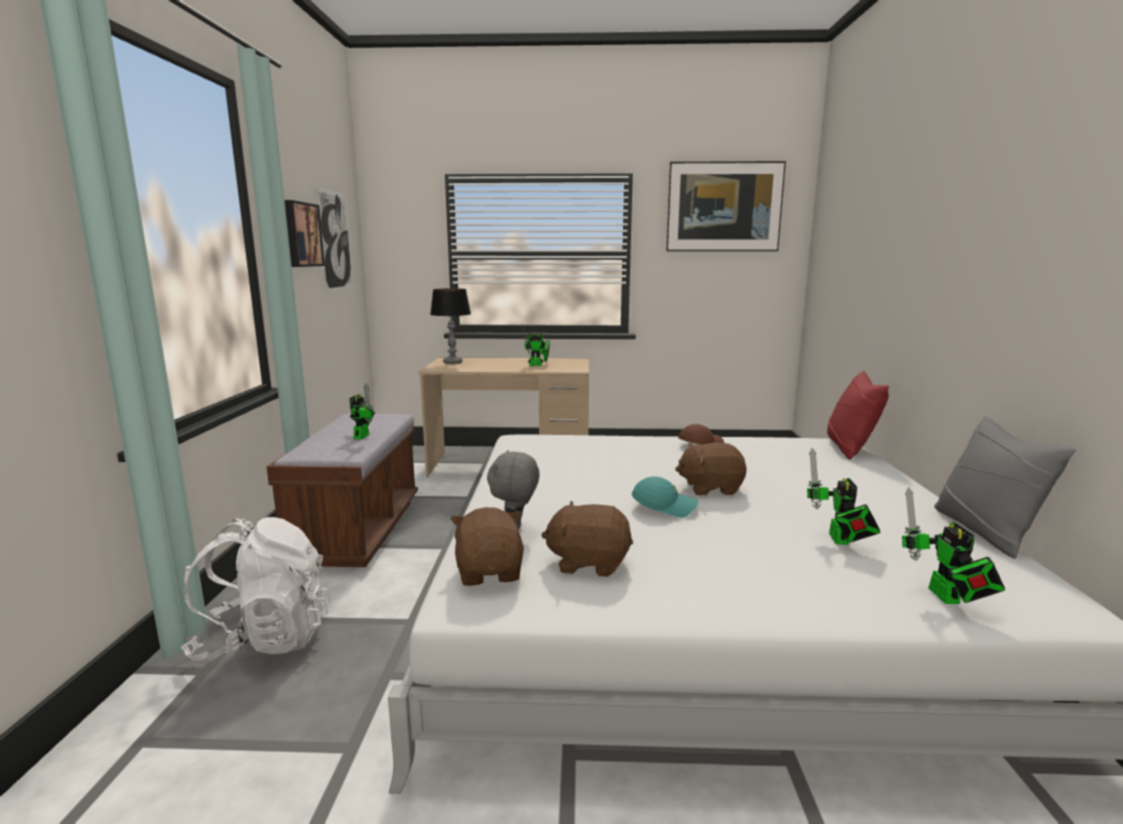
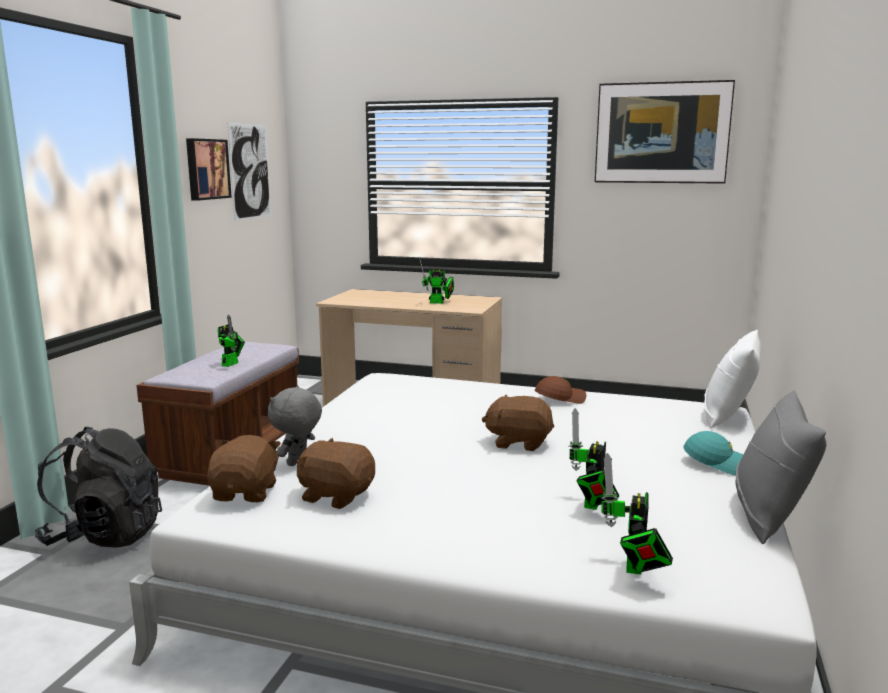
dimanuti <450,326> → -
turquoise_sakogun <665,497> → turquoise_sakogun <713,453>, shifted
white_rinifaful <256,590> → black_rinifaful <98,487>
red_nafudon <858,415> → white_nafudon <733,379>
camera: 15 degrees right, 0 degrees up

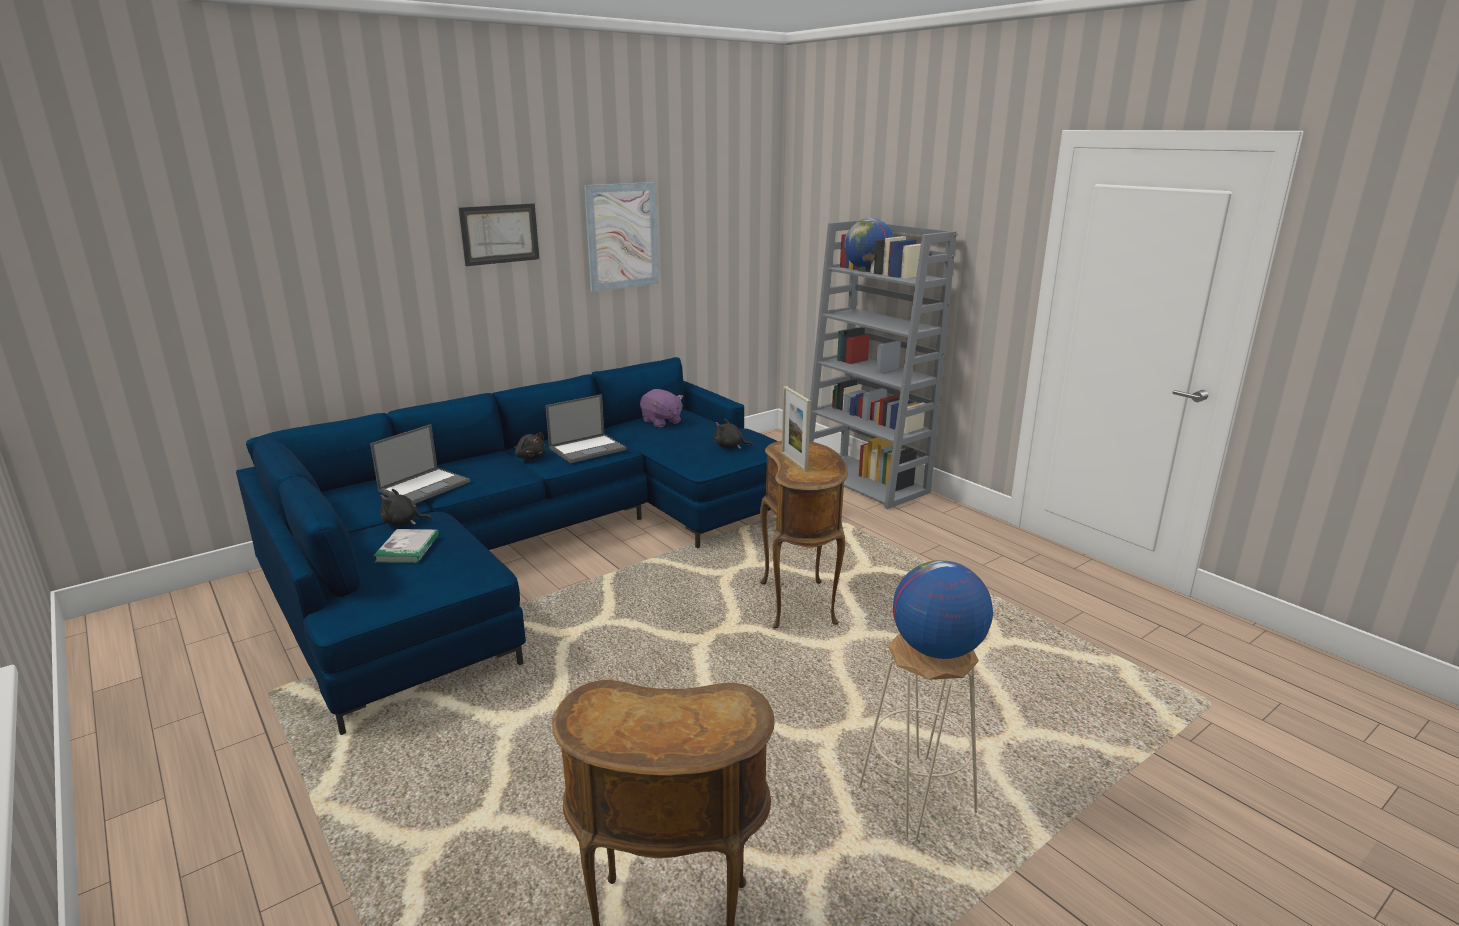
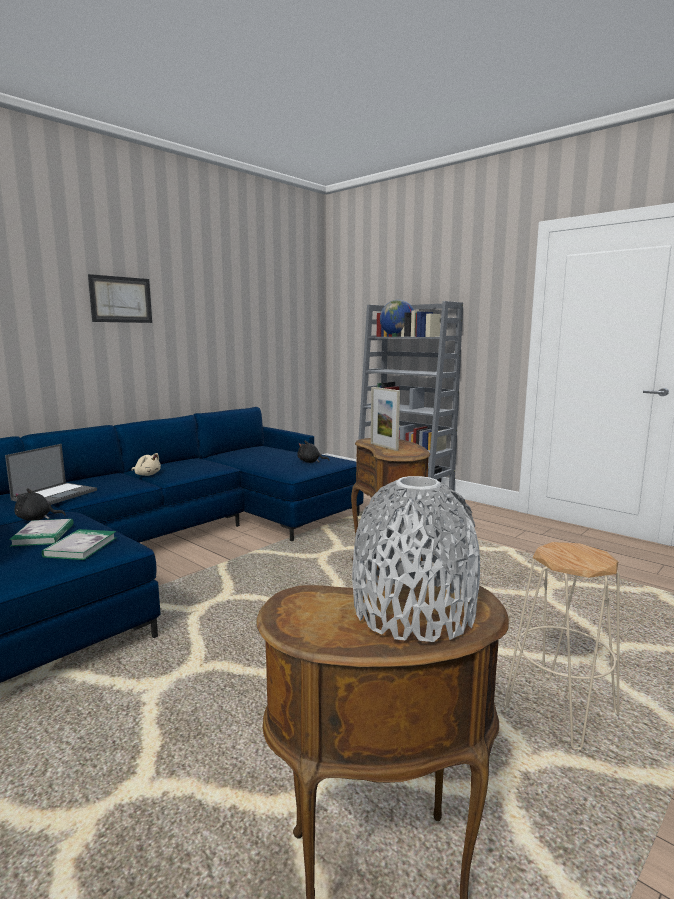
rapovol <586,428> → -
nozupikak <621,237> → -
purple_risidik <661,408> → -
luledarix <943,609> → -
- → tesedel <79,544>
- → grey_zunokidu <416,559>
black_risidik <529,445> → beige_risidik <146,464>
camera: 10 degrees left, 10 degrees down

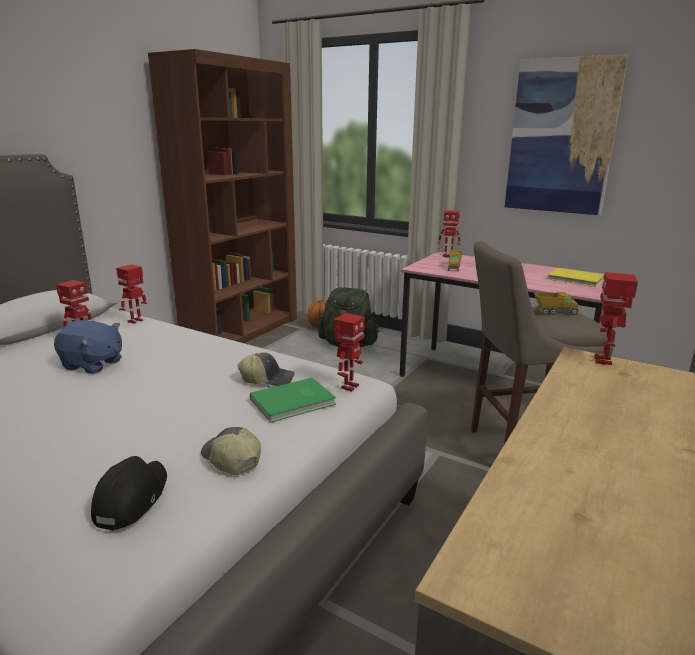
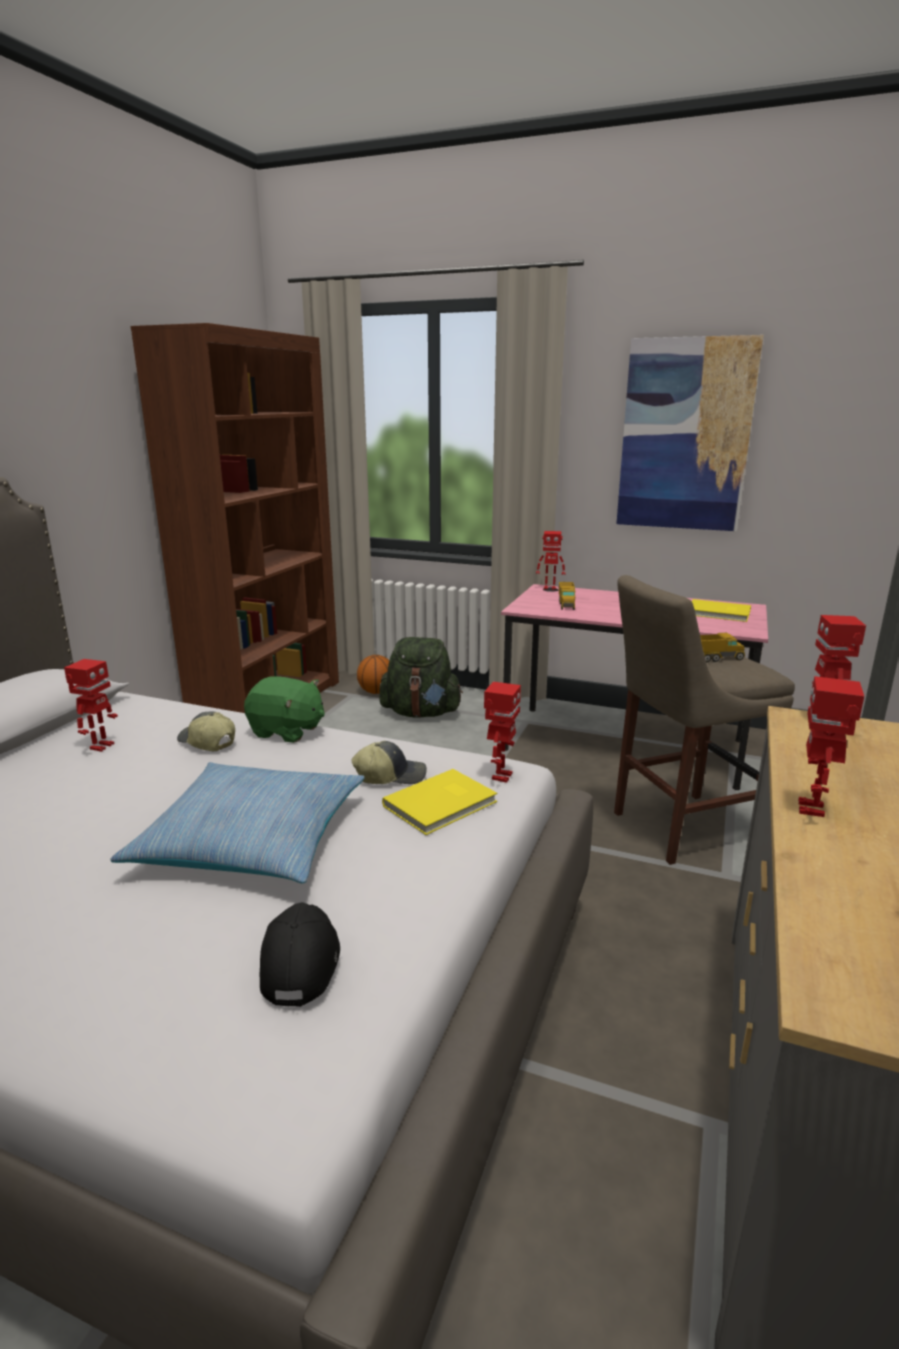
blue_risidik <88,347> → -
- → nafudon <237,822>
- → green_risidik <284,709>
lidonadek <131,294> → lidonadek <831,746>, shifted
sakogun <231,451> → sakogun <206,731>, shifted
green_tesedel <293,400> → yellow_tesedel <439,802>
camera: 10 degrees left, 0 degrees up

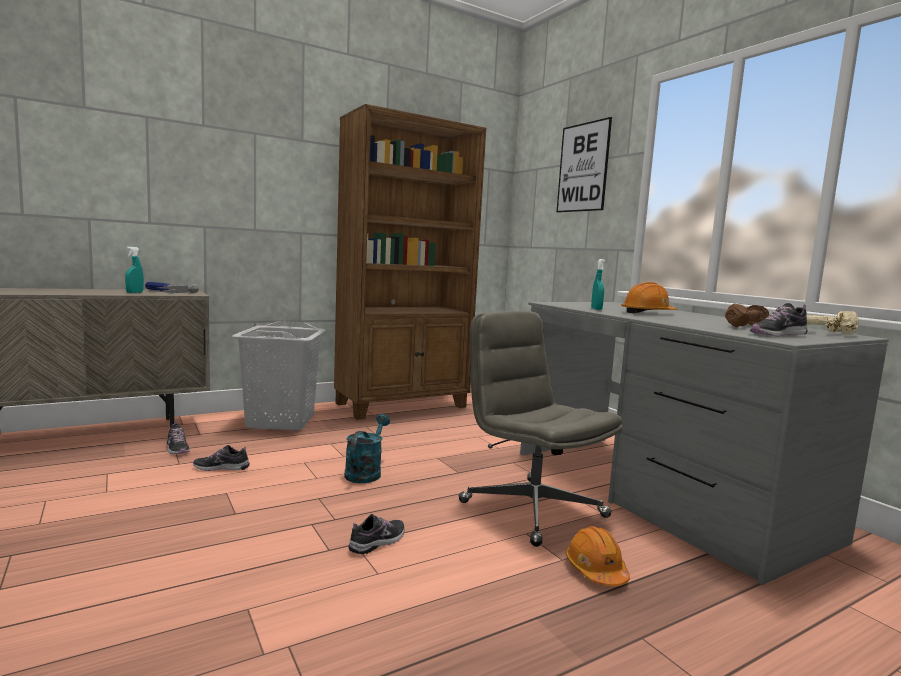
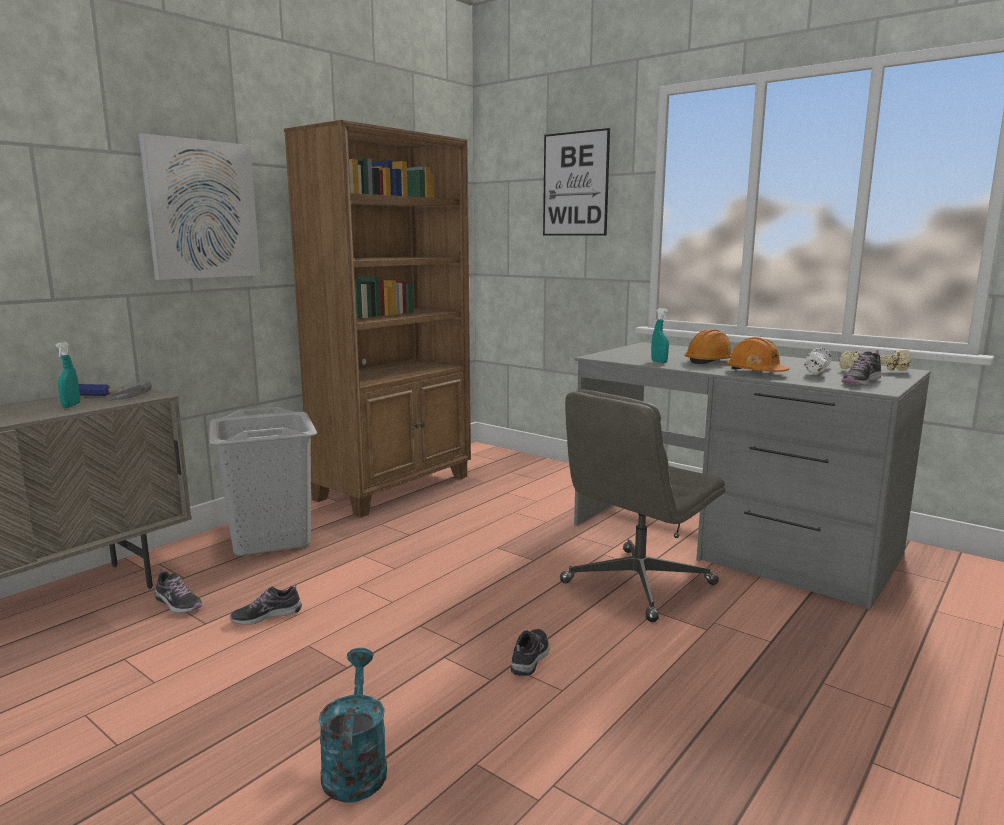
- → nozupikak <199,206>
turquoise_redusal <367,448> → turquoise_redusal <353,725>, shifted
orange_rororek <598,556> → orange_rororek <757,354>, shifted
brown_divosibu <747,315> → white_divosibu <818,361>
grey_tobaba <541,429> → grey_tobaba <643,506>, 75 degrees counterclockwise
camera: 20 degrees left, 5 degrees up

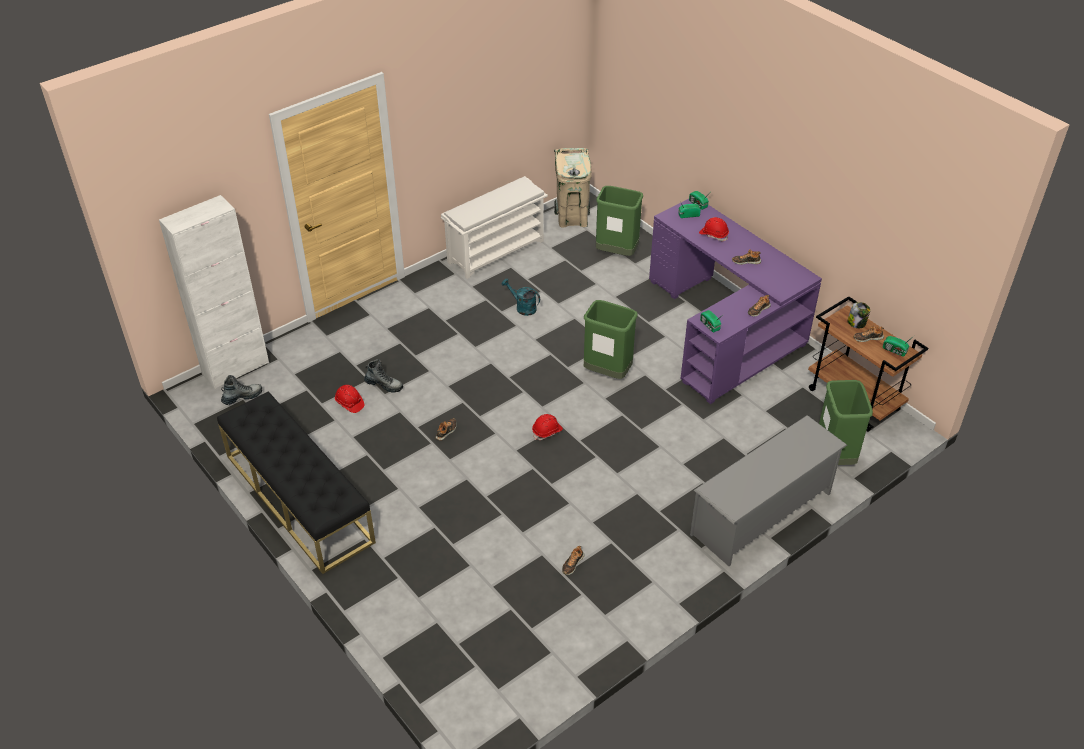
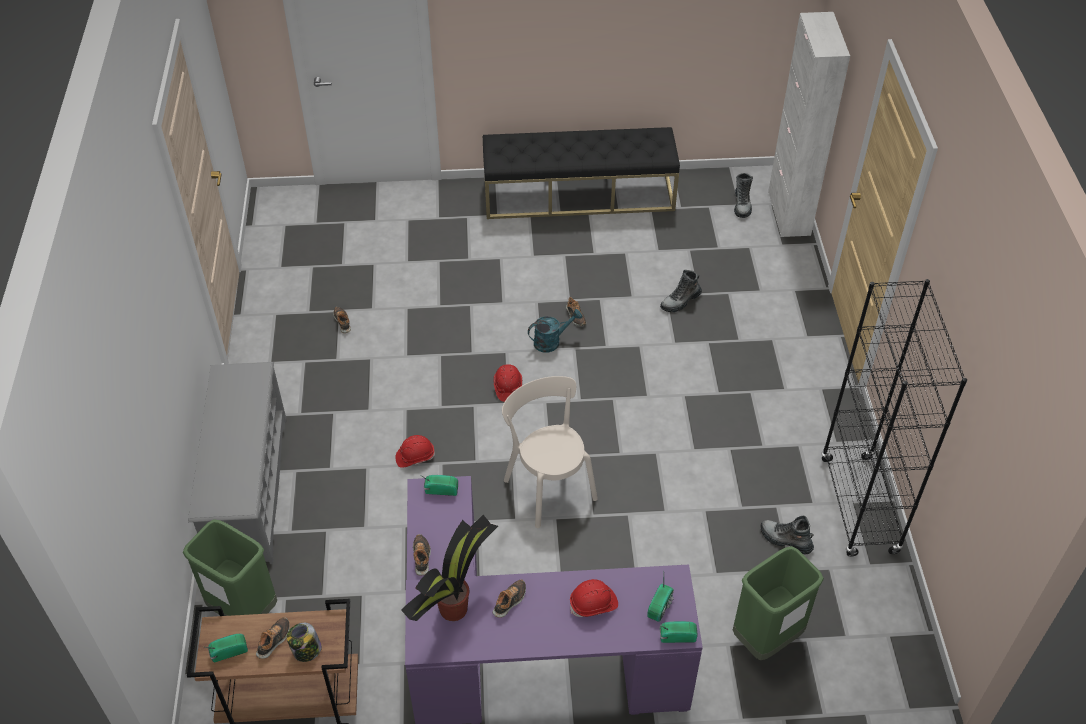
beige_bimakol <573,187> → -
- → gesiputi <449,568>
- → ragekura <787,535>
red_rororek <349,399> → red_rororek <415,451>, shifted
turquoise_redusal <521,297> → turquoise_redusal <555,330>, shifted
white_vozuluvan <494,227> → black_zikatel <894,418>
green_bimakol <611,339> → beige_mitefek <550,452>
camera: 125 degrees right, 5 degrees up

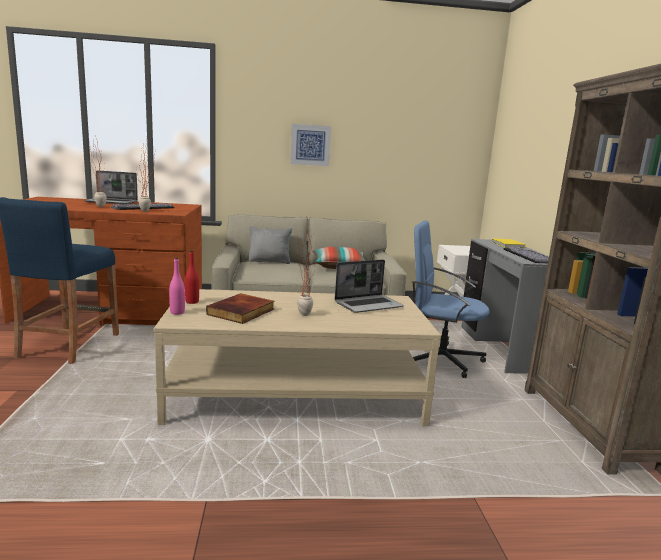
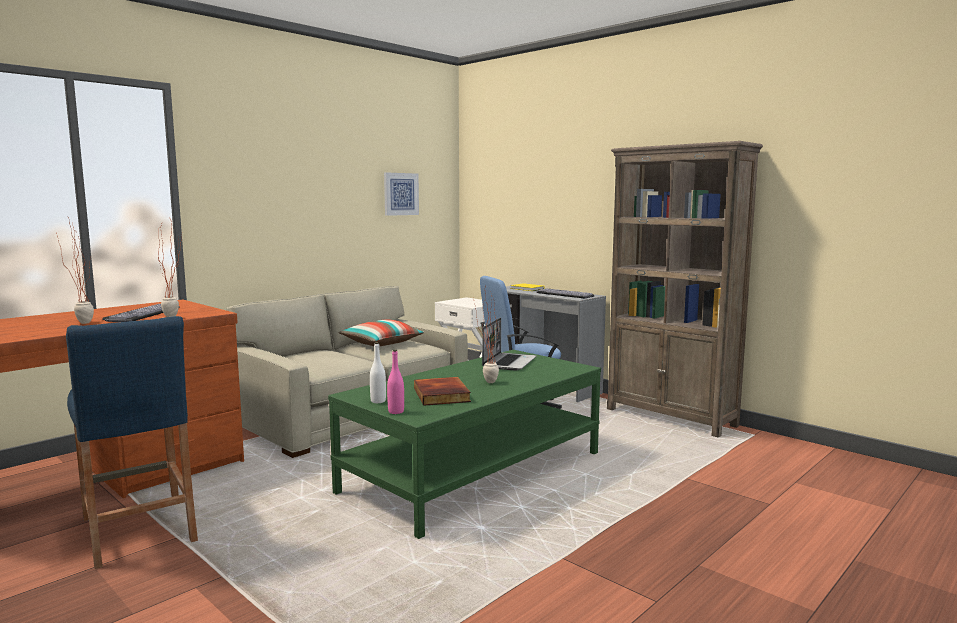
rapovol <111,187> → -
grey_nafudon <270,245> → -
nozupikak <310,145> → nozupikak <401,194>, shifted
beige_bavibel <297,357> → green_bavibel <464,444>
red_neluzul <192,277> → white_neluzul <378,372>
camera: 40 degrees left, 5 degrees down

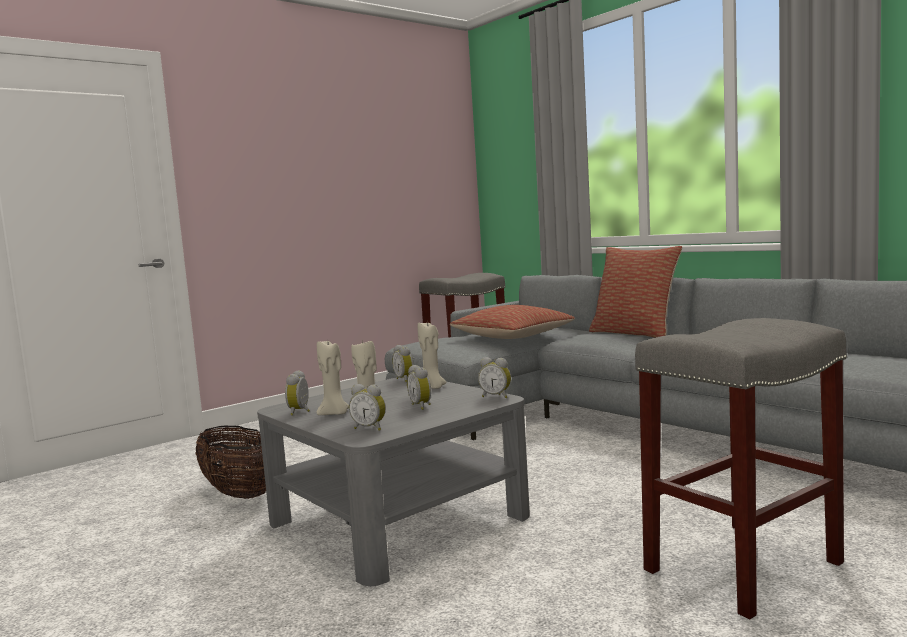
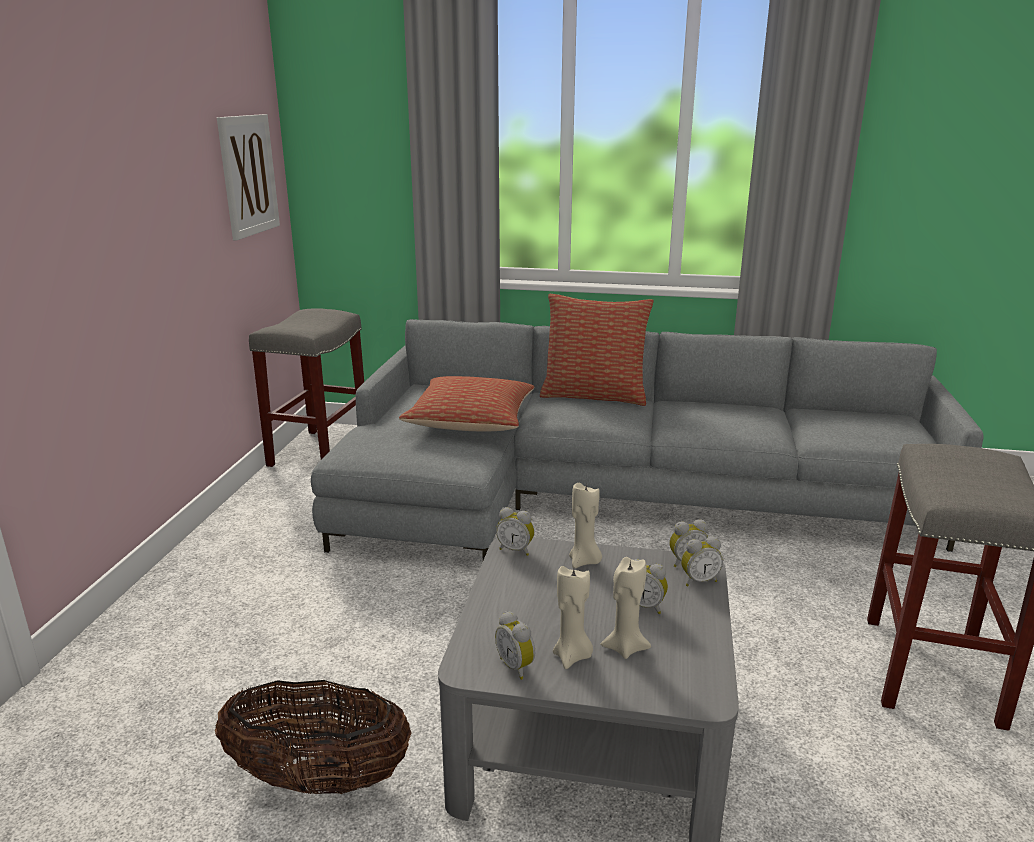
- → nozupikak <248,177>
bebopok <367,407> → bebopok <702,561>, shifted
camera: 40 degrees left, 15 degrees up

